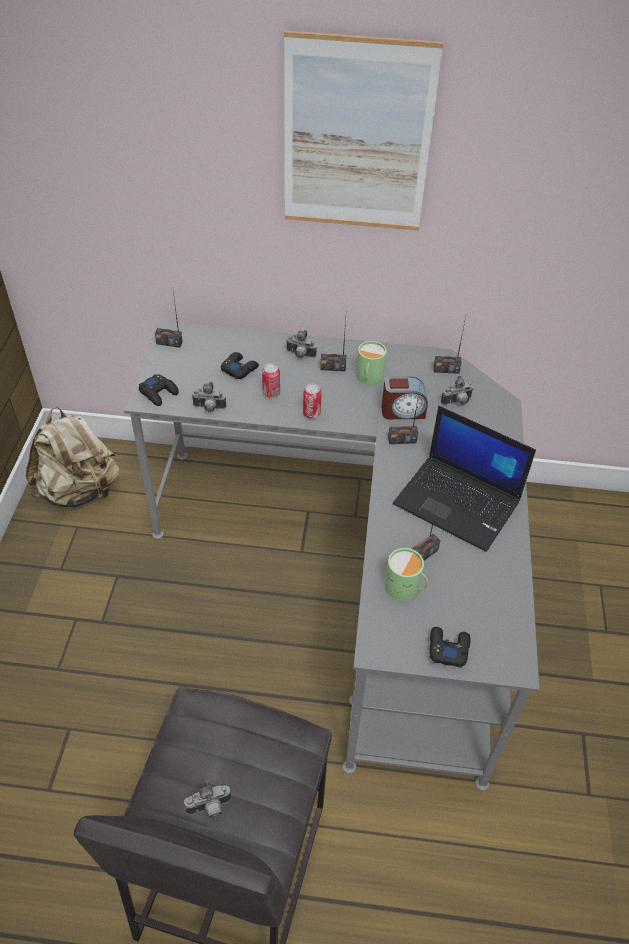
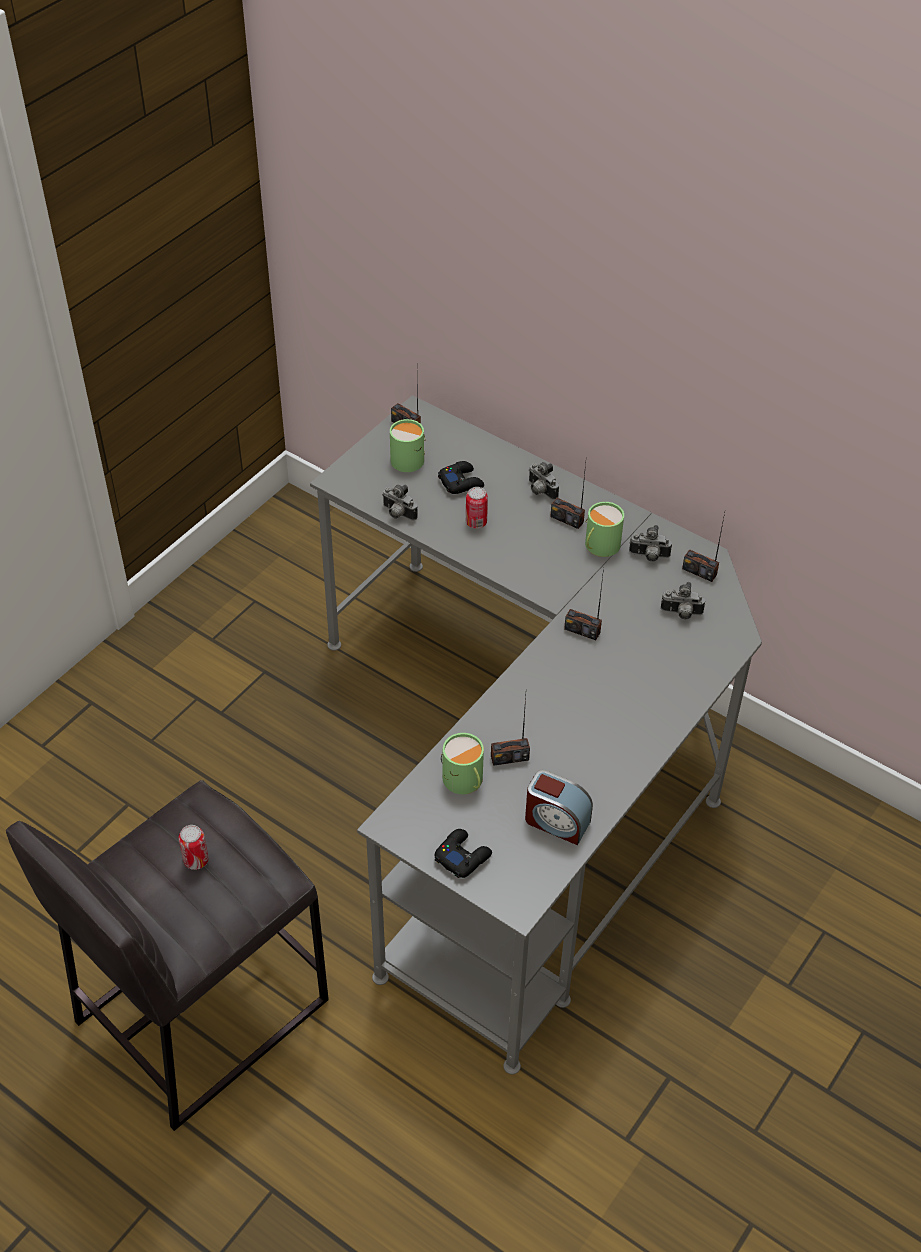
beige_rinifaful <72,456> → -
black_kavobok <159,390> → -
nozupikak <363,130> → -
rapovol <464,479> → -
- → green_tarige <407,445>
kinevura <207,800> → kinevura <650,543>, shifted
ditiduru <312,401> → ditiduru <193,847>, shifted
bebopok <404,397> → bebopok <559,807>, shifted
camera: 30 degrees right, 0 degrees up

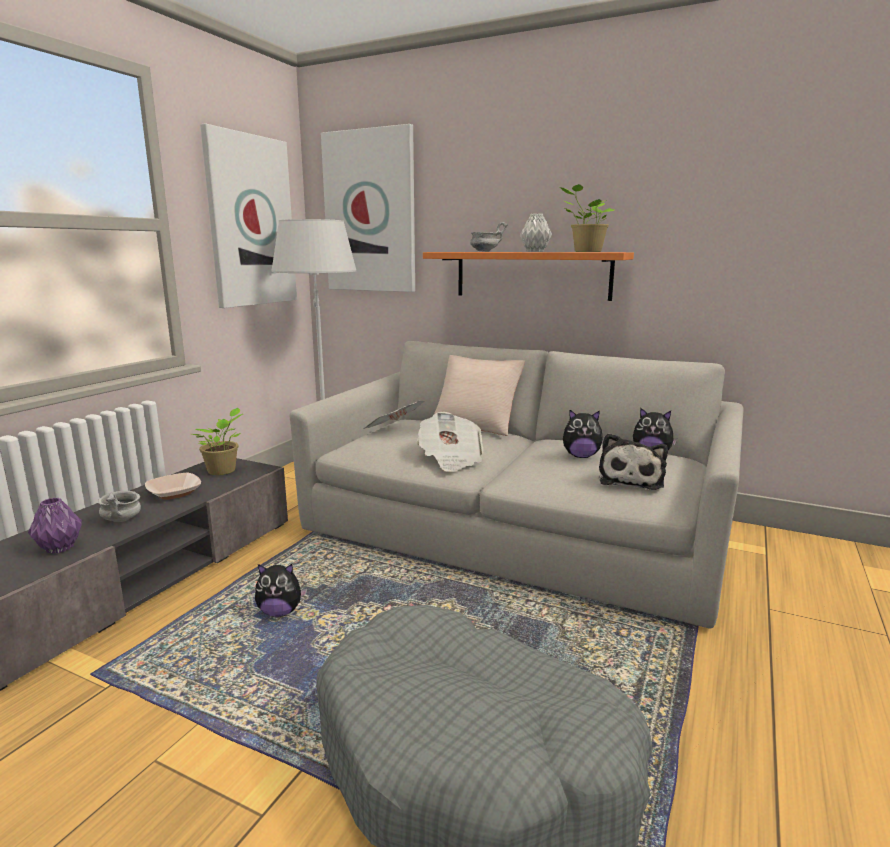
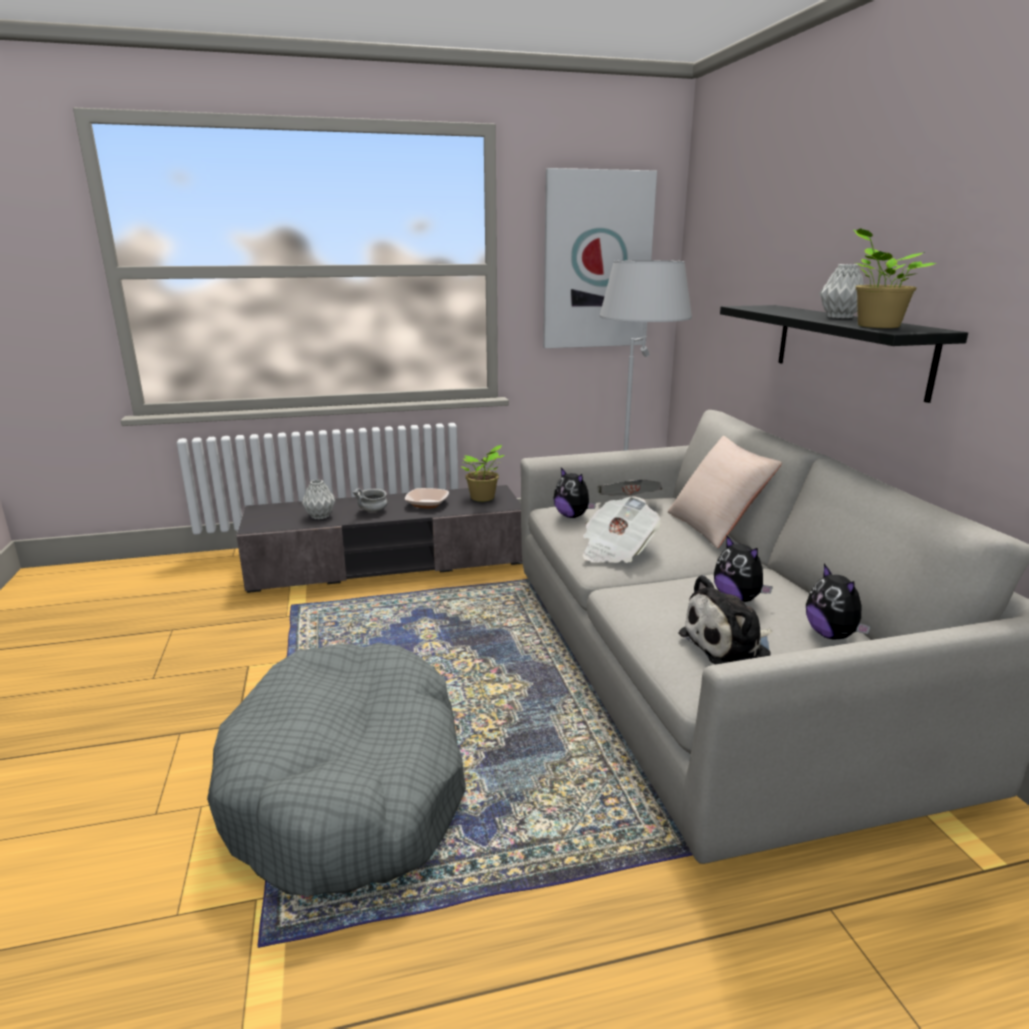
nozupikak <368,208> → -
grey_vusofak <489,237> → -
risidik <281,590> → risidik <575,493>, shifted
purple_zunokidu <55,525> → grey_zunokidu <319,500>
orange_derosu <528,276> → black_derosu <844,354>
camera: 50 degrees right, 5 degrees up

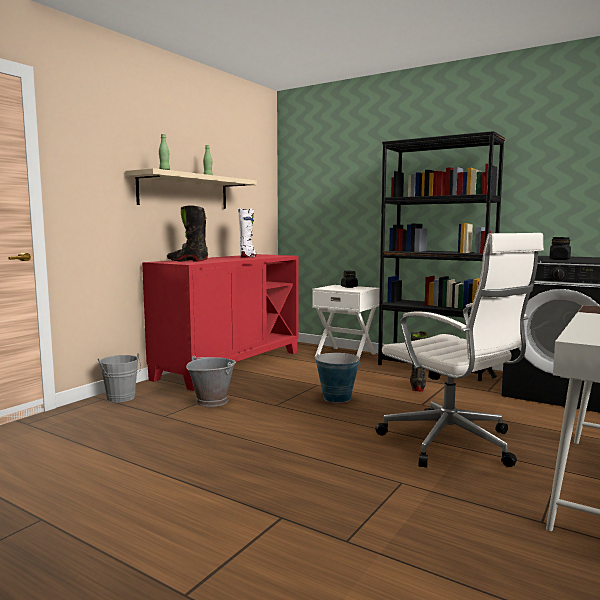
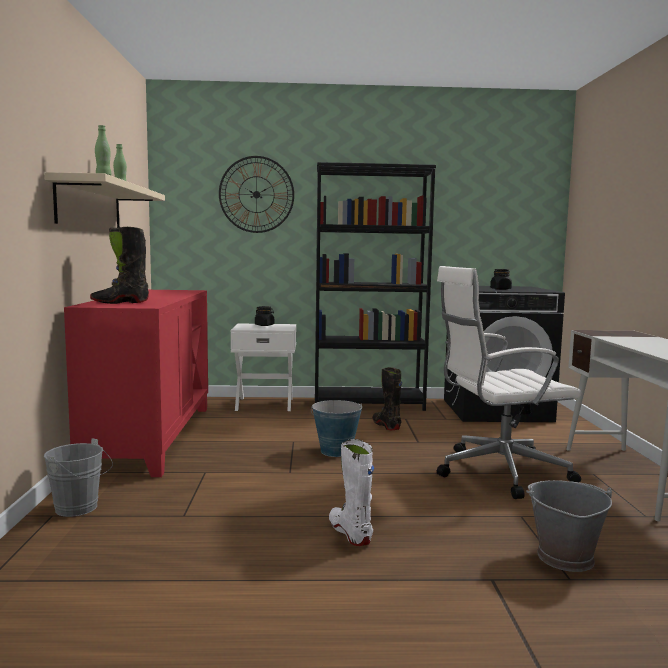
- → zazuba <256,194>
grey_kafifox <211,381> → grey_kafifox <569,526>, shifted
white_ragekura <247,233> → white_ragekura <351,492>, shifted
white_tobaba <459,350> → white_tobaba <509,382>, 150 degrees clockwise
camera: 35 degrees left, 0 degrees up

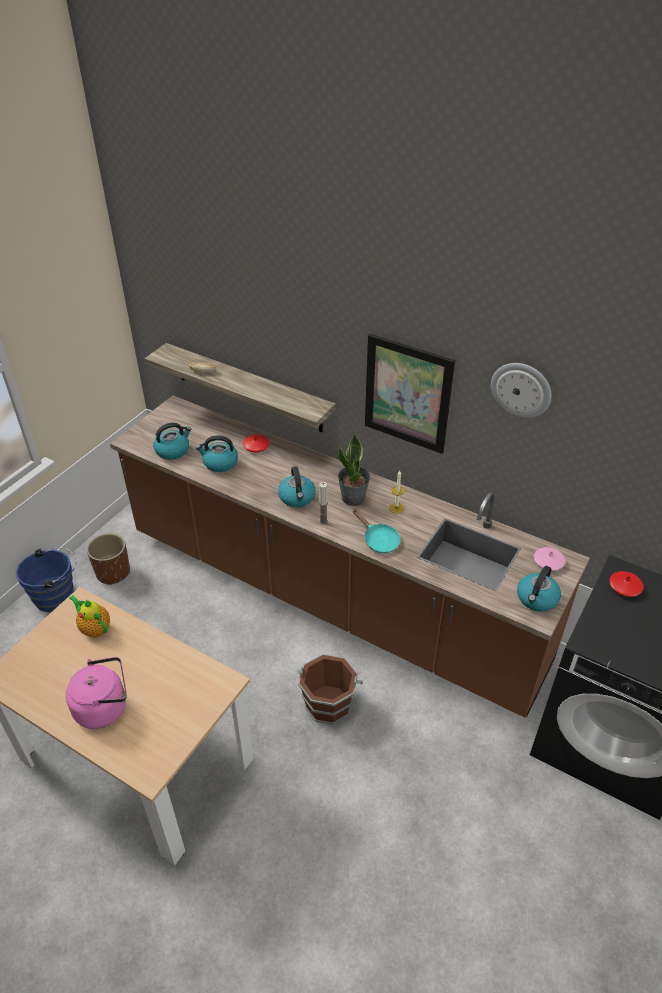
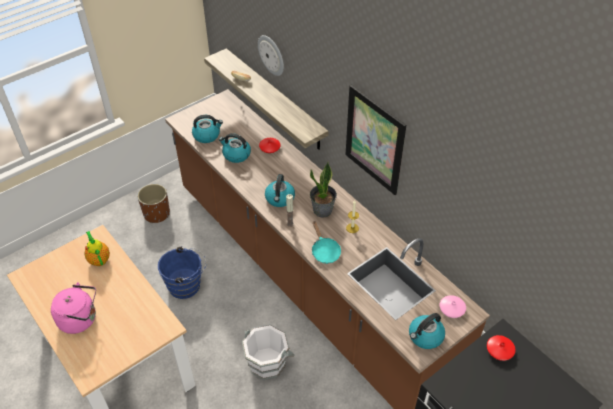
blue_kafifox <46,579> → blue_kafifox <182,272>, shifted
zazuba <521,390> → zazuba <271,55>, shifted
brown_kafifox <330,689> → white_kafifox <268,352>
camera: 20 degrees right, 5 degrees up

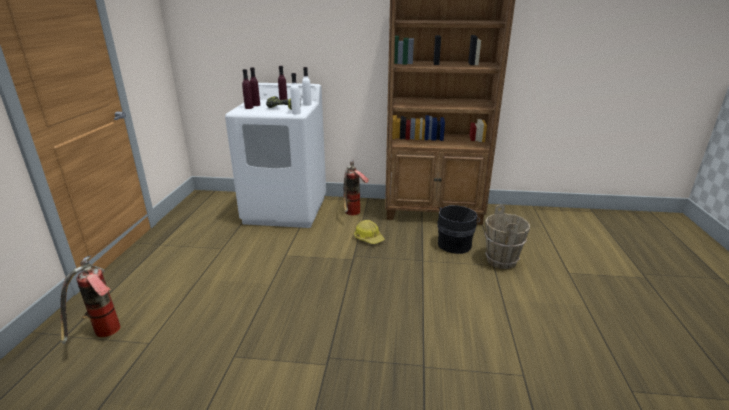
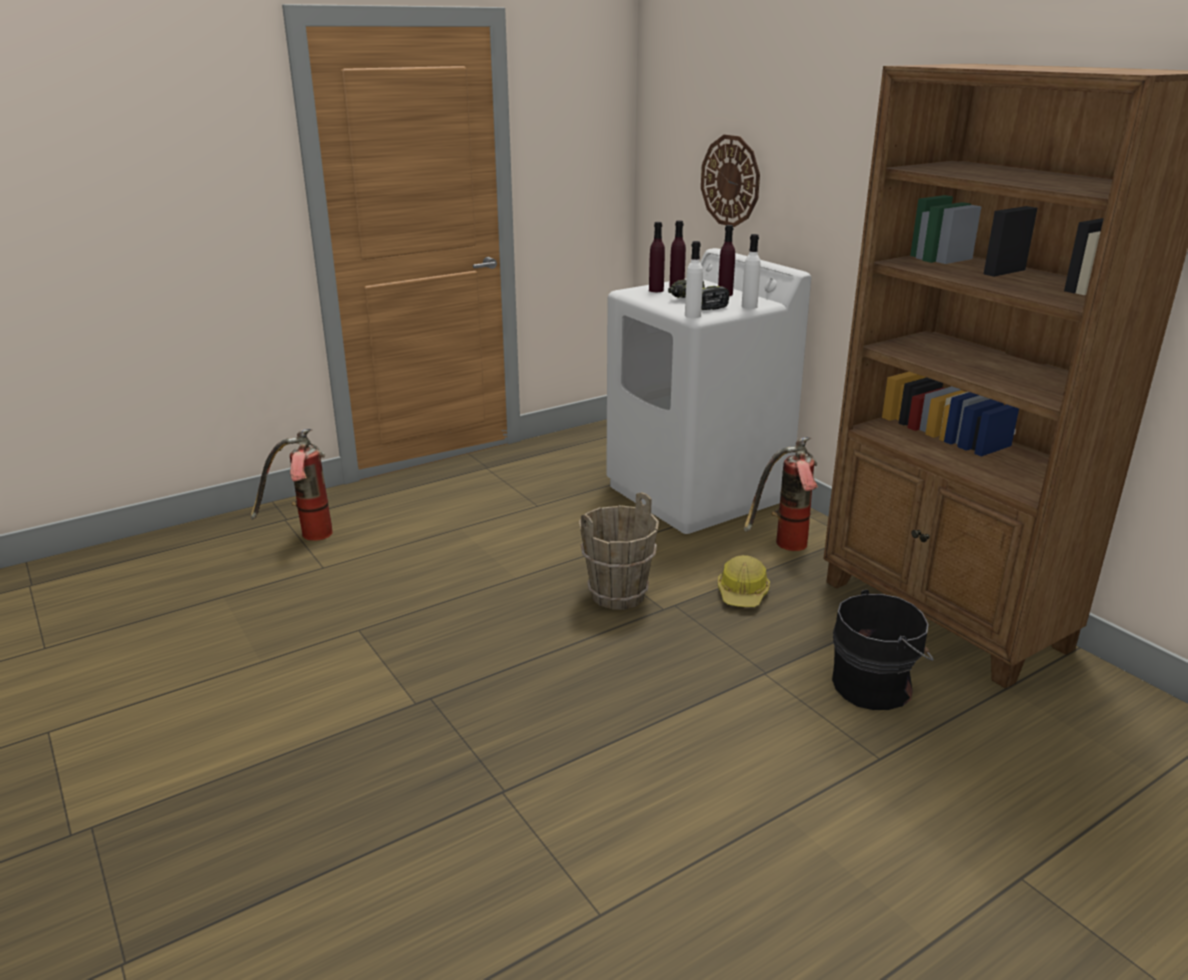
- → zazuba <730,181>
brown_kafifox <507,237> → brown_kafifox <619,551>, shifted
camera: 50 degrees right, 0 degrees up

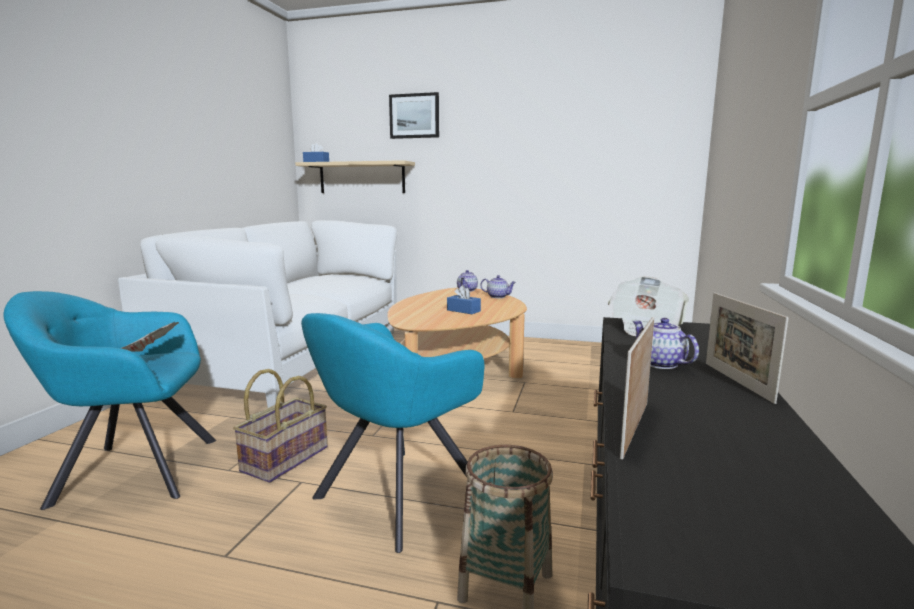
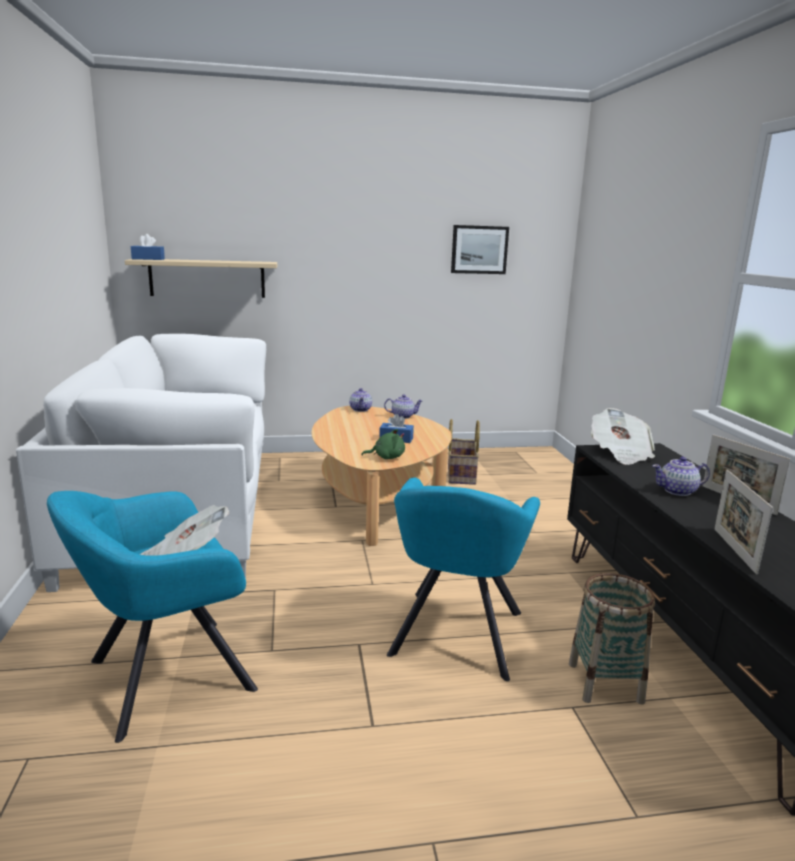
- → green_risidik <383,444>
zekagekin <280,426> → zekagekin <464,452>, shifted
nozupikak <414,115> → nozupikak <480,249>, shifted
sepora <665,343> → sepora <681,476>, 45 degrees counterclockwise
camera: 25 degrees left, 5 degrees up

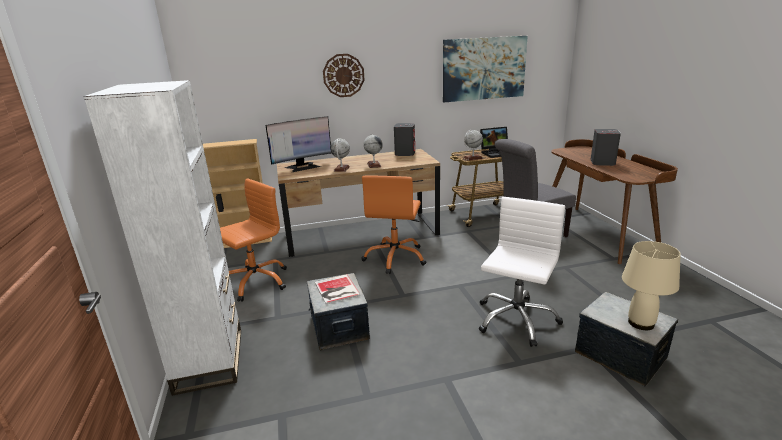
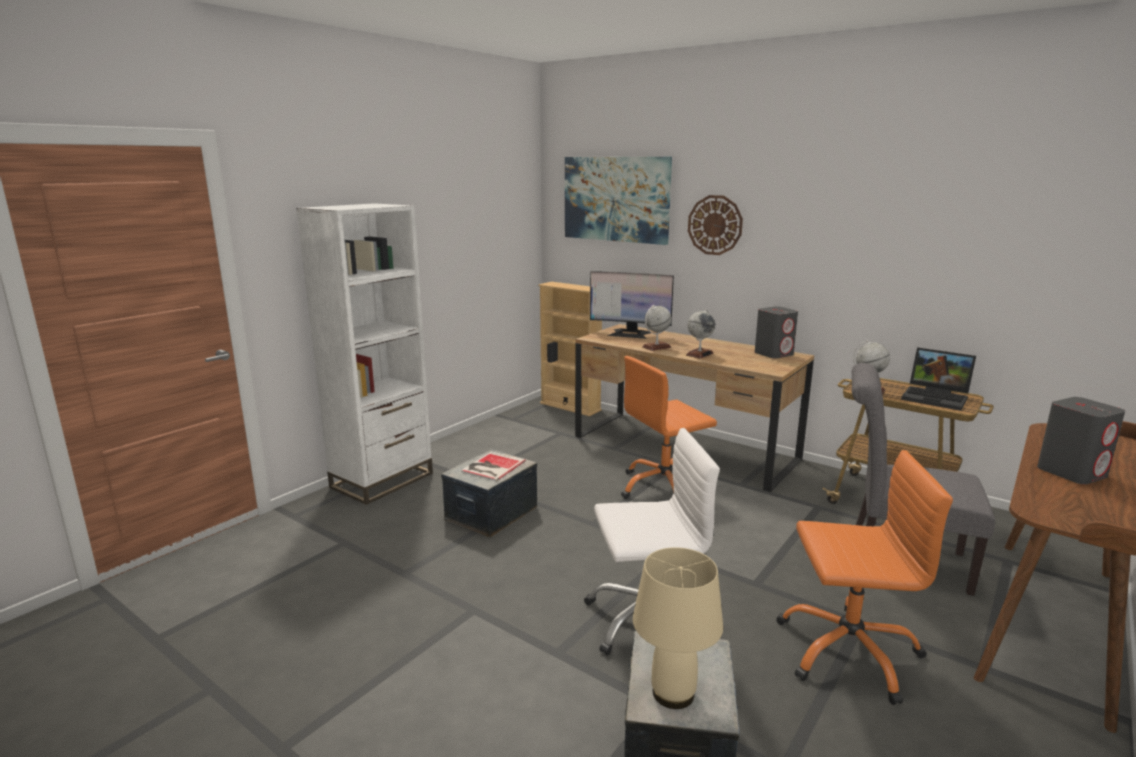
orange_tobaba <253,240> → orange_tobaba <864,577>, shifted
nozupikak <485,69> → nozupikak <618,201>, shifted
camera: 50 degrees right, 5 degrees down

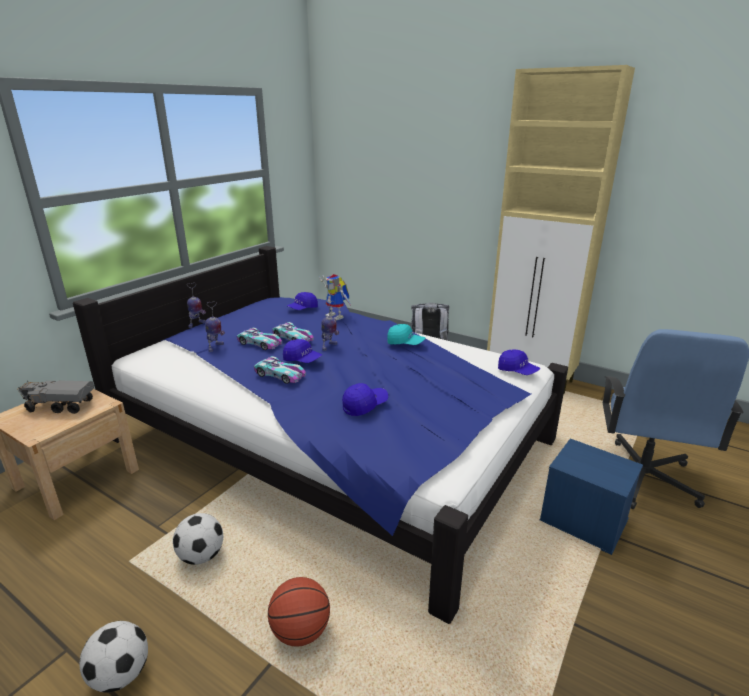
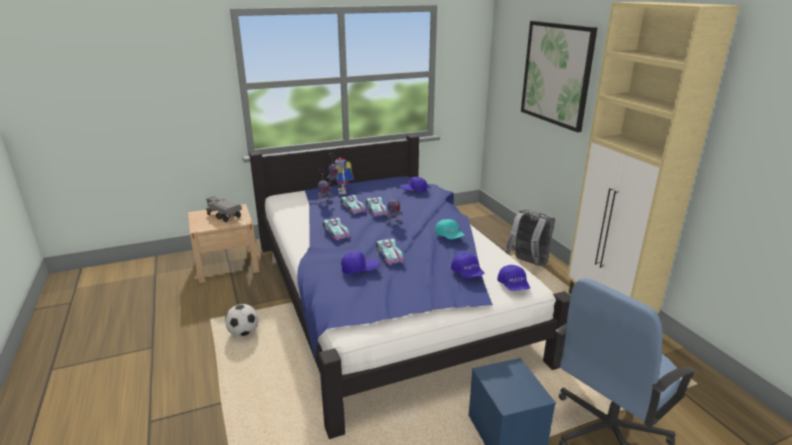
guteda <114,657> → -
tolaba <299,612> → -
- → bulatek <390,252>
- → nozupikak <559,76>
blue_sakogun <302,351> → blue_sakogun <467,265>, shifted
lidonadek <335,297> → lidonadek <344,176>, shifted
camera: 35 degrees right, 0 degrees up

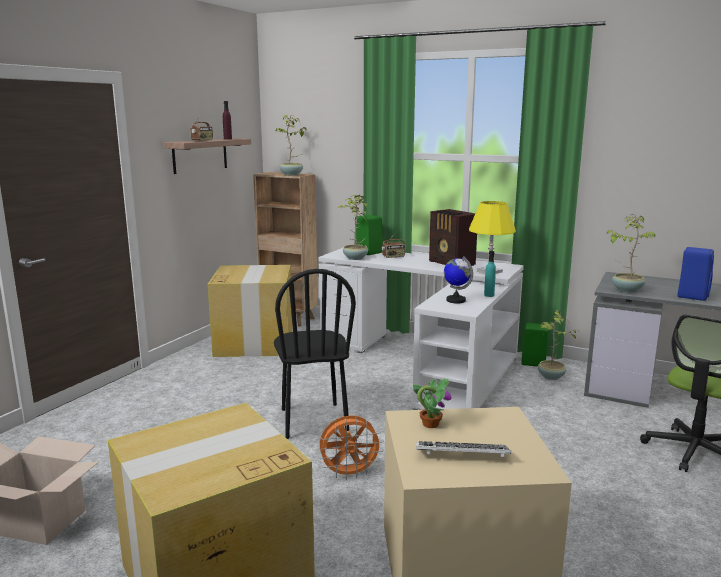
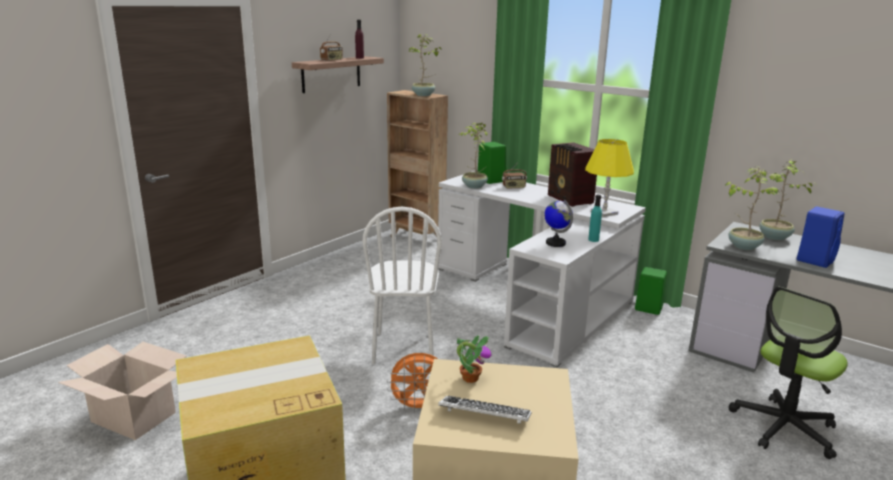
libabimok <250,311> → -
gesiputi <559,345> → gesiputi <788,199>, shifted
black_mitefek <315,354> → white_mitefek <402,285>
camera: 10 degrees right, 5 degrees up

